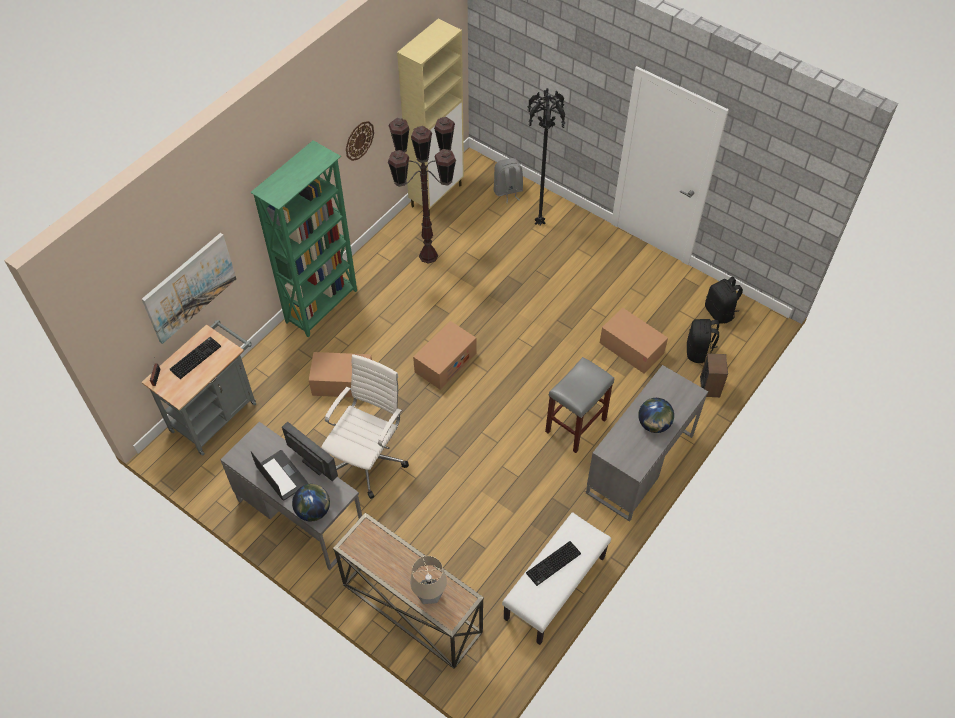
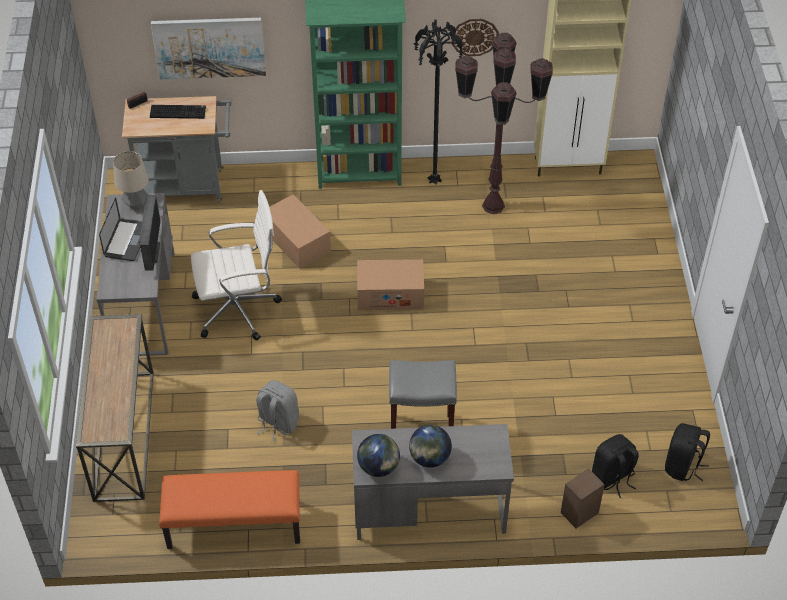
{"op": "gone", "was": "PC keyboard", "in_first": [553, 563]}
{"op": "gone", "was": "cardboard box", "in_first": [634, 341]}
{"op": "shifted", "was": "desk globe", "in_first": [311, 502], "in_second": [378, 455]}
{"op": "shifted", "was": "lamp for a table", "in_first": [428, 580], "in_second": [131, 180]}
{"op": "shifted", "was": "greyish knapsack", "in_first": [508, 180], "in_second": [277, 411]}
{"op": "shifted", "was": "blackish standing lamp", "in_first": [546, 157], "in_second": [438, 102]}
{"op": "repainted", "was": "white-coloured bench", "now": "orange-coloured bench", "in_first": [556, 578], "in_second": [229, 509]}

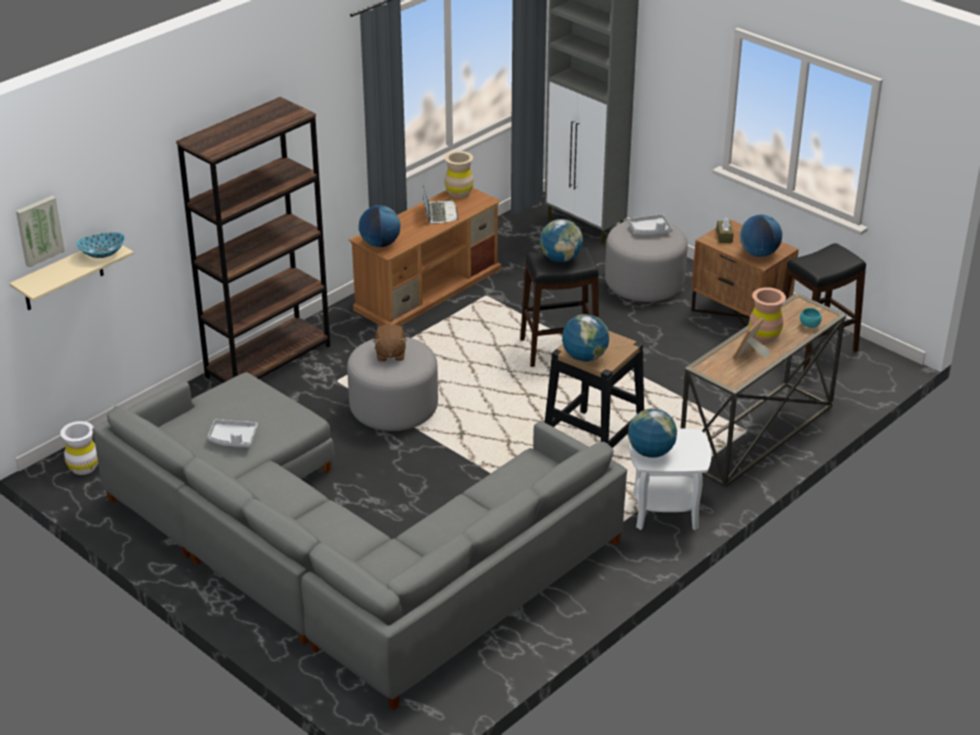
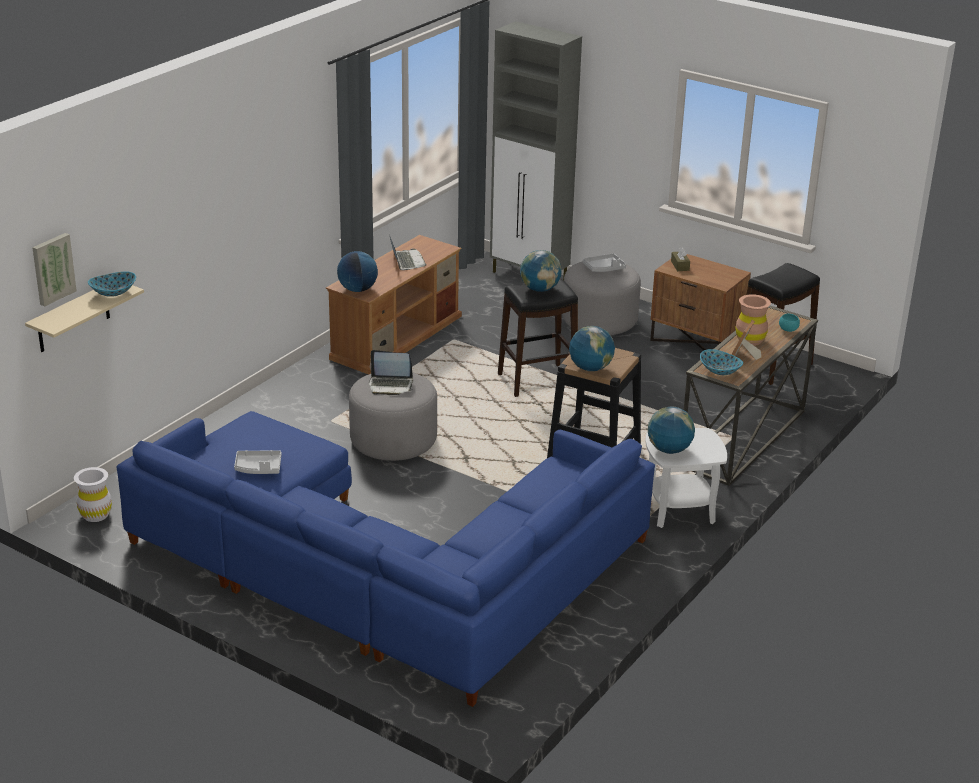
{"op": "gone", "was": "brown-coloured bookcase", "in_first": [253, 240]}
{"op": "gone", "was": "sand-coloured decorative vase", "in_first": [459, 174]}
{"op": "gone", "was": "desk globe", "in_first": [761, 236]}
{"op": "new", "now": "deep dish", "in_second": [721, 362]}
{"op": "swapped", "was": "brown-coloured soft toy", "now": "notebook computer", "in_first": [390, 342], "in_second": [391, 372]}
{"op": "repainted", "was": "greyish couch", "now": "blue couch", "in_first": [359, 541], "in_second": [386, 559]}

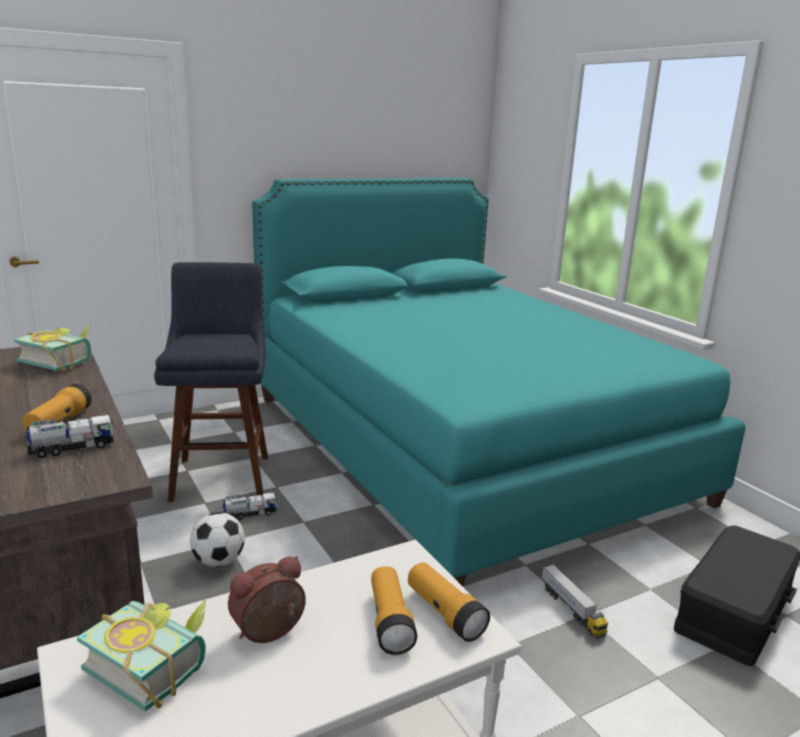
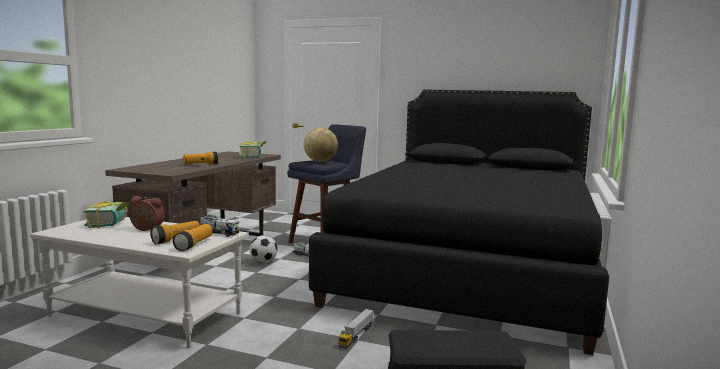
{"op": "new", "now": "desk globe", "in_second": [321, 145]}
{"op": "shifted", "was": "toy truck", "in_first": [70, 436], "in_second": [219, 226]}
{"op": "repainted", "was": "blue-green bed", "now": "blackish bed", "in_first": [499, 382], "in_second": [459, 222]}

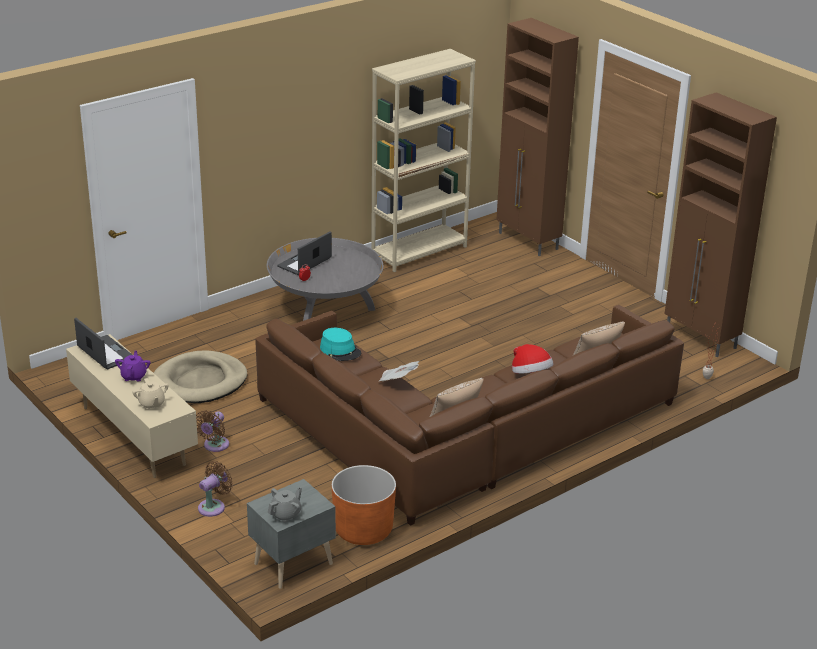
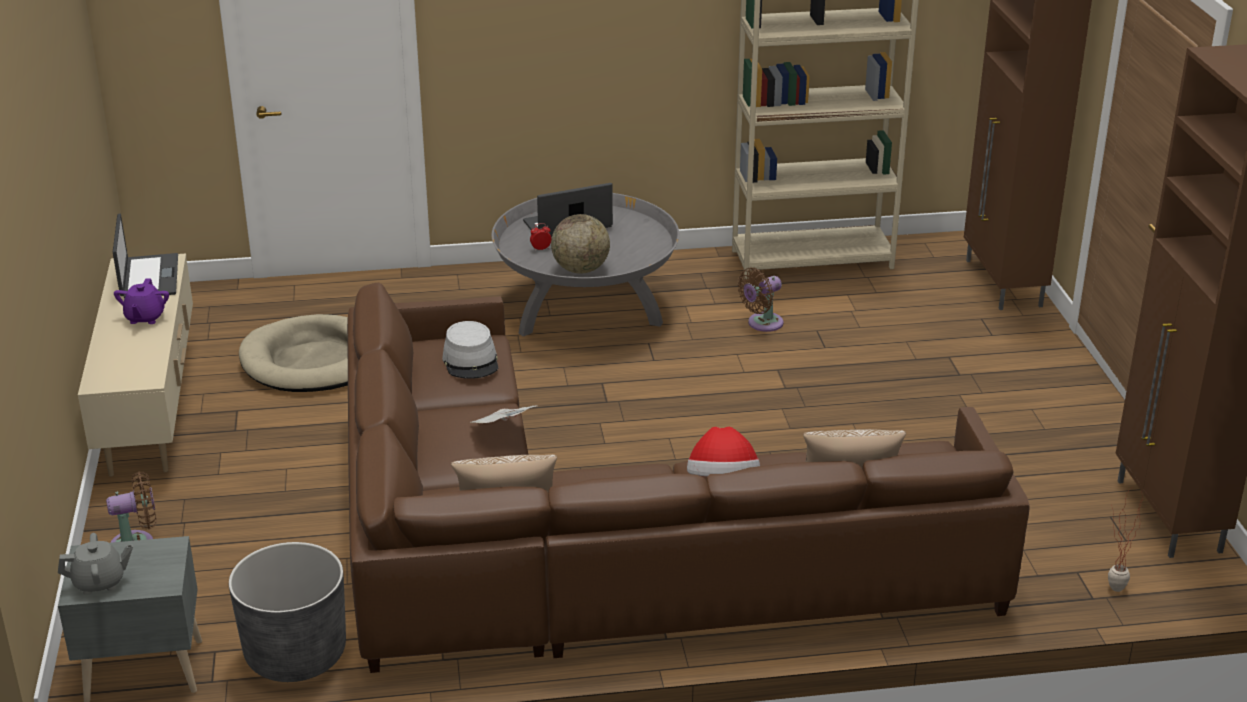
{"op": "gone", "was": "sand-coloured teapot", "in_first": [150, 394]}
{"op": "new", "now": "desk globe", "in_second": [580, 244]}
{"op": "shifted", "was": "brown-coloured fan", "in_first": [212, 431], "in_second": [760, 300]}
{"op": "repainted", "was": "blue-green hat", "now": "greyish hat", "in_first": [340, 344], "in_second": [470, 350]}
{"op": "repainted", "was": "orange-coloured plant pot", "now": "greyish plant pot", "in_first": [363, 505], "in_second": [287, 612]}
{"op": "rotated", "was": "purple teapot", "in_first": [133, 366], "in_second": [141, 301], "clockwise": 150}

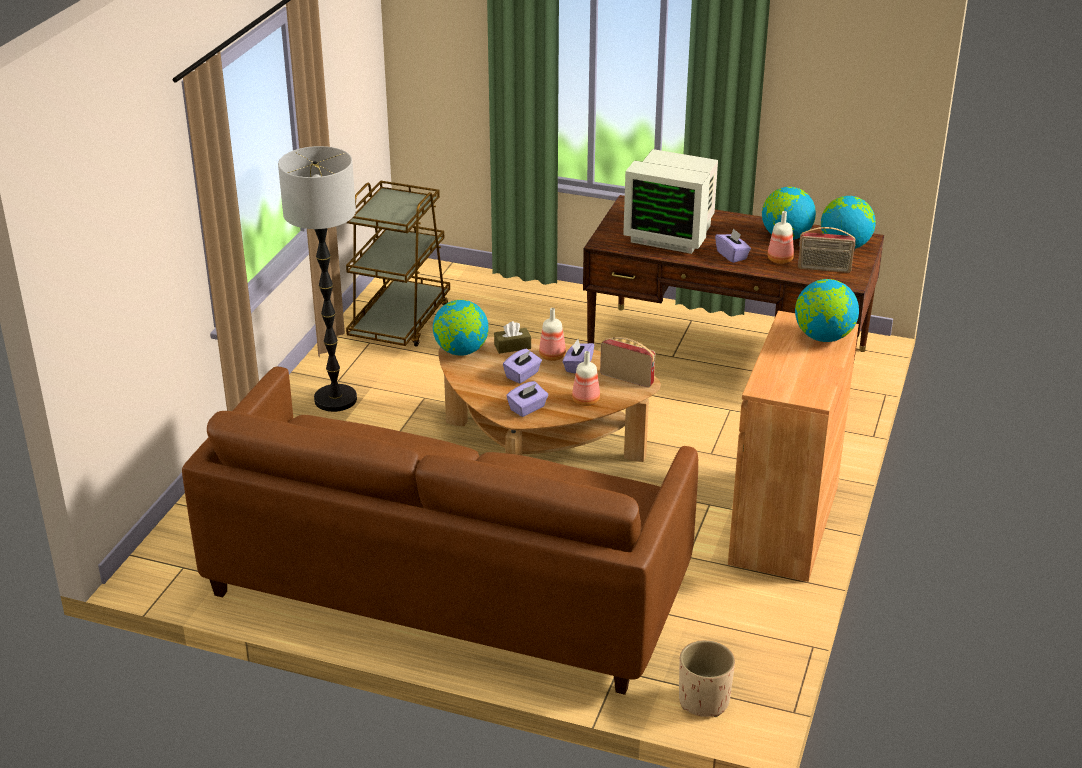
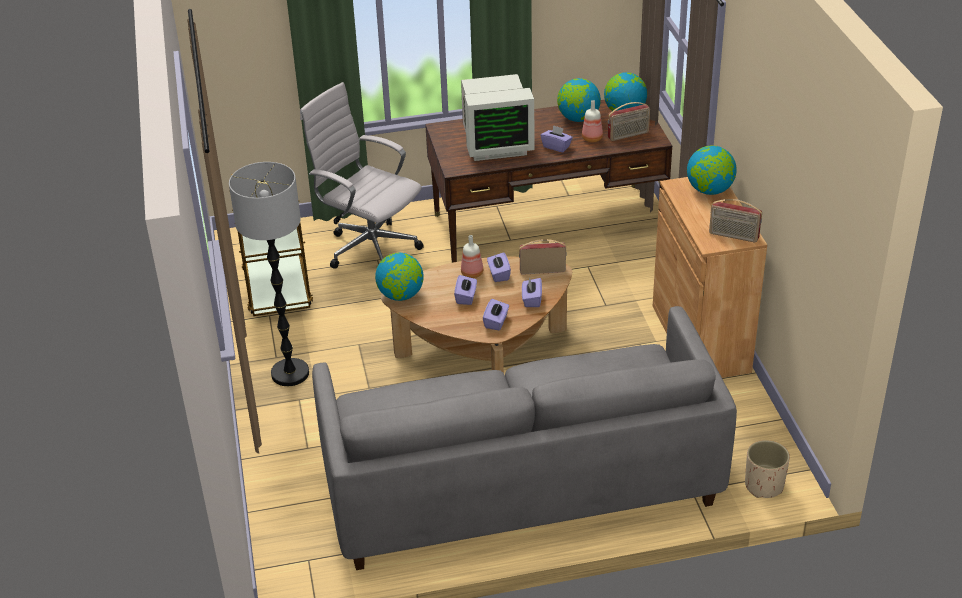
{"op": "gone", "was": "brown-coloured tissue holder", "in_first": [512, 337]}
{"op": "new", "now": "white-coloured computer chair", "in_second": [362, 175]}
{"op": "new", "now": "radio", "in_second": [735, 221]}
{"op": "swapped", "was": "beverage bottle", "now": "purple tissue holder", "in_first": [586, 378], "in_second": [532, 292]}
{"op": "repainted", "was": "brown-coloured couch", "now": "greyish couch", "in_first": [440, 530], "in_second": [524, 438]}

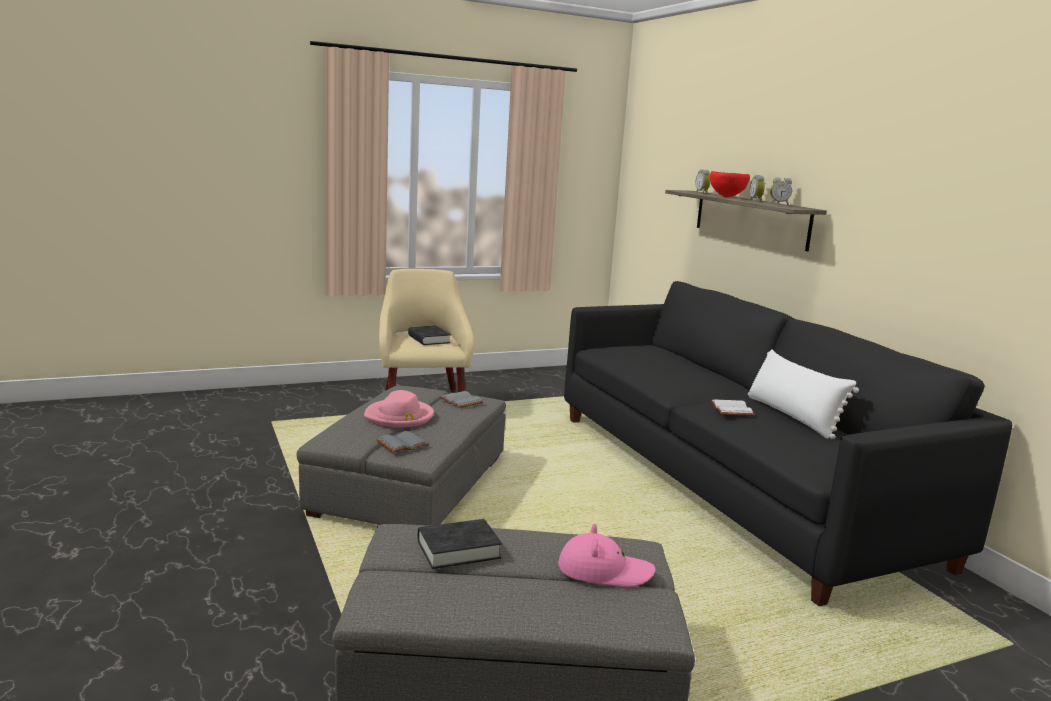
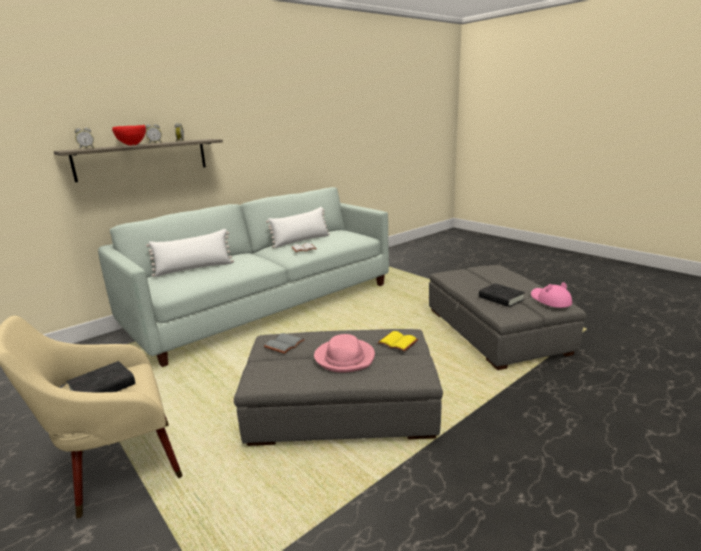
{"op": "new", "now": "white-coloured cushion", "in_second": [190, 253]}
{"op": "shifted", "was": "pinkish hat", "in_first": [607, 555], "in_second": [551, 295]}
{"op": "repainted", "was": "greyish bound book", "now": "yellowish bound book", "in_first": [402, 442], "in_second": [397, 341]}
{"op": "repainted", "was": "blackish couch", "now": "white-coloured couch", "in_first": [788, 443], "in_second": [243, 277]}

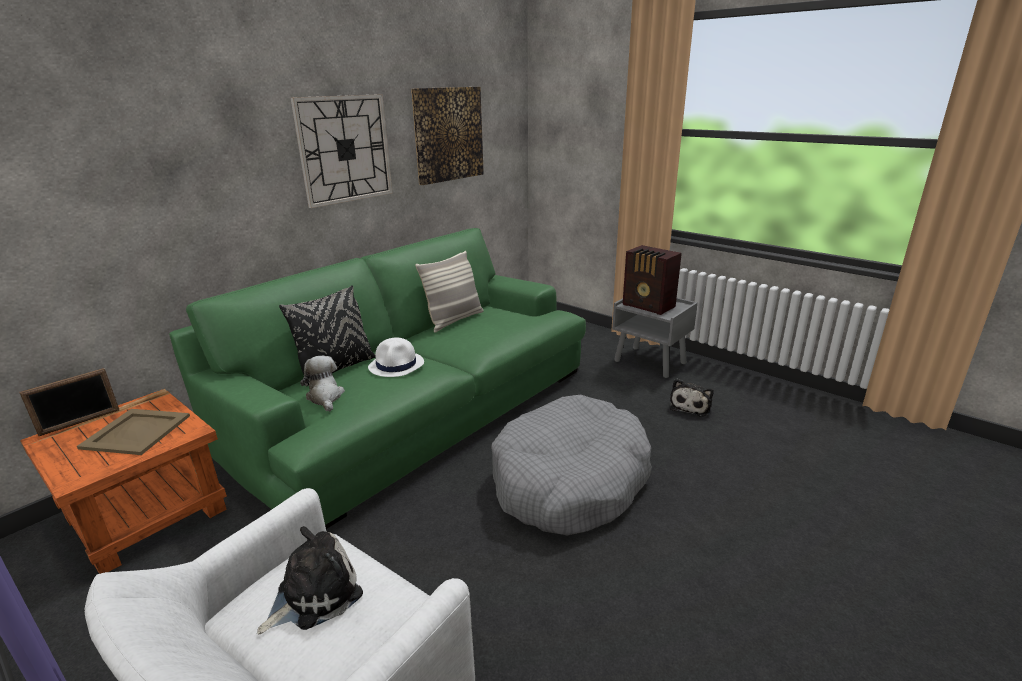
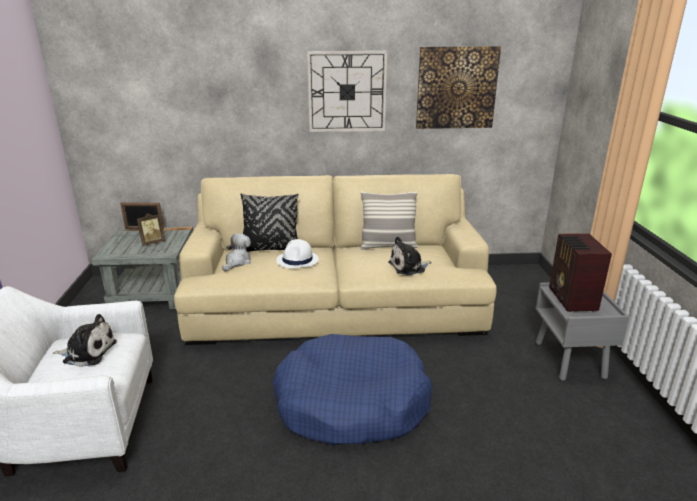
{"op": "shifted", "was": "soft toy", "in_first": [692, 398], "in_second": [409, 255]}
{"op": "swapped", "was": "sand-coloured carrying tray", "now": "photo frame", "in_first": [133, 432], "in_second": [151, 230]}
{"op": "repainted", "was": "orange-coloured end table", "now": "greyish end table", "in_first": [123, 481], "in_second": [142, 267]}
{"op": "repainted", "was": "greenish couch", "now": "sand-coloured couch", "in_first": [377, 378], "in_second": [335, 259]}
{"op": "repainted", "was": "greyish dog bed", "now": "blue dog bed", "in_first": [571, 465], "in_second": [352, 389]}

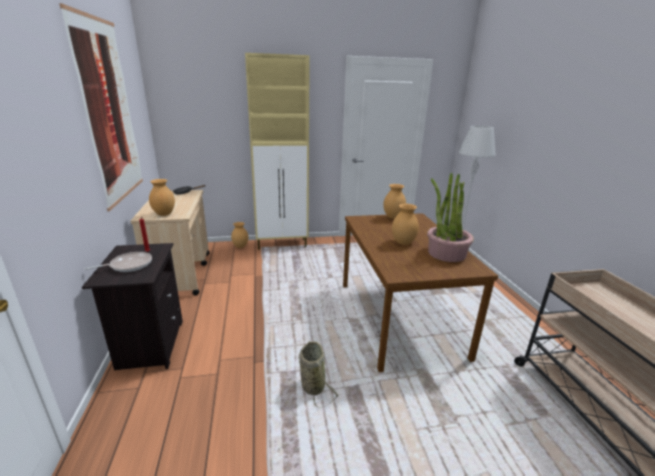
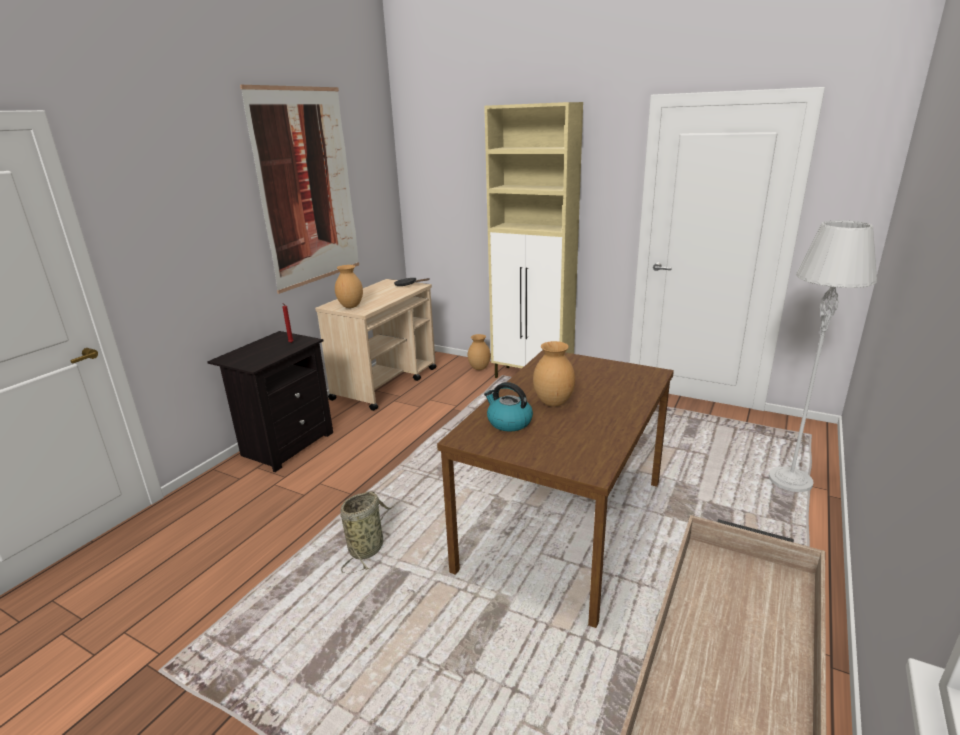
{"op": "gone", "was": "frying pan", "in_first": [118, 262]}
{"op": "gone", "was": "brown-coloured decorative vase", "in_first": [394, 201]}
{"op": "gone", "was": "houseplant", "in_first": [450, 217]}
{"op": "new", "now": "water kettle", "in_second": [508, 406]}

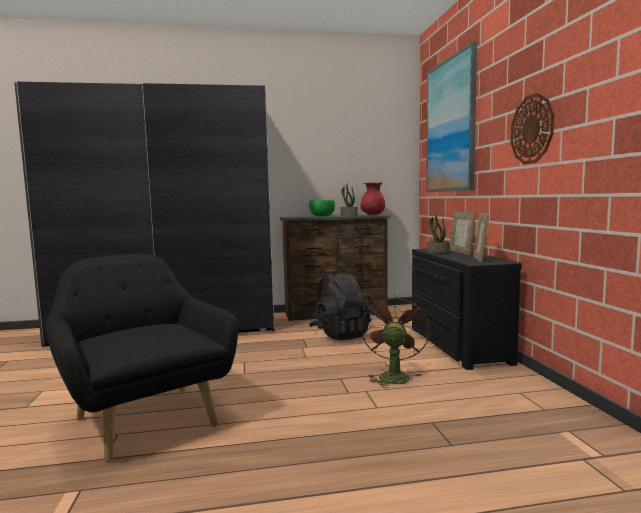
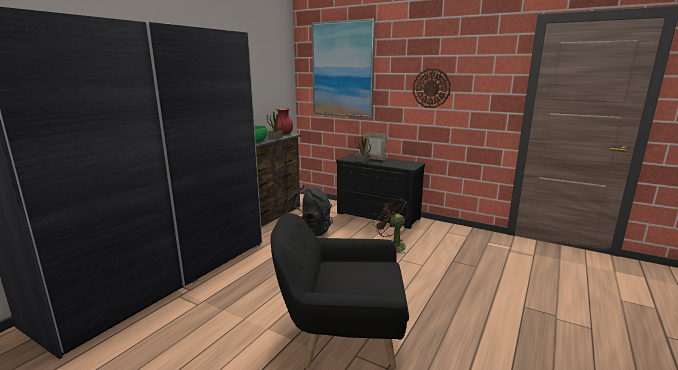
{"op": "gone", "was": "photo frame", "in_first": [481, 237]}

